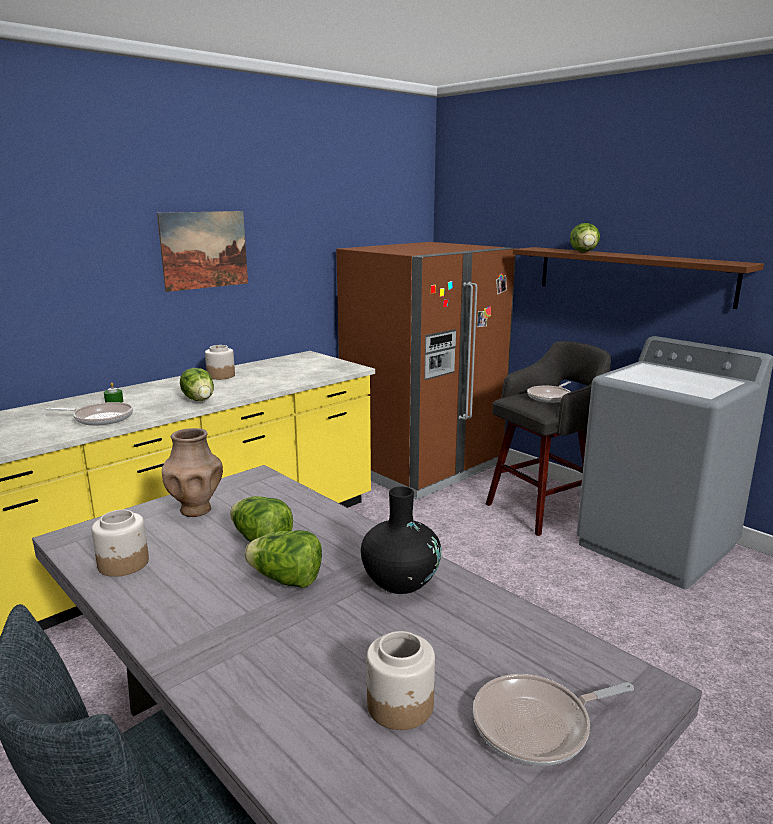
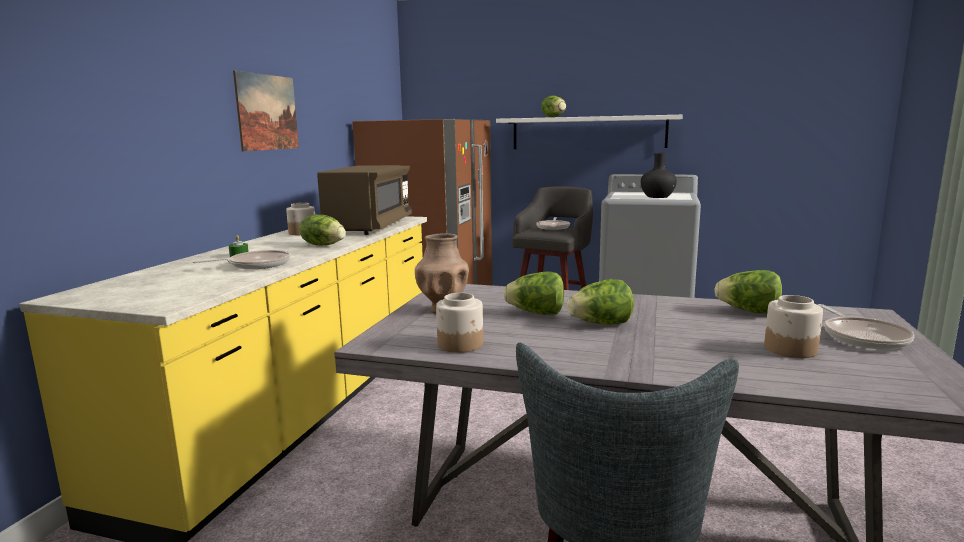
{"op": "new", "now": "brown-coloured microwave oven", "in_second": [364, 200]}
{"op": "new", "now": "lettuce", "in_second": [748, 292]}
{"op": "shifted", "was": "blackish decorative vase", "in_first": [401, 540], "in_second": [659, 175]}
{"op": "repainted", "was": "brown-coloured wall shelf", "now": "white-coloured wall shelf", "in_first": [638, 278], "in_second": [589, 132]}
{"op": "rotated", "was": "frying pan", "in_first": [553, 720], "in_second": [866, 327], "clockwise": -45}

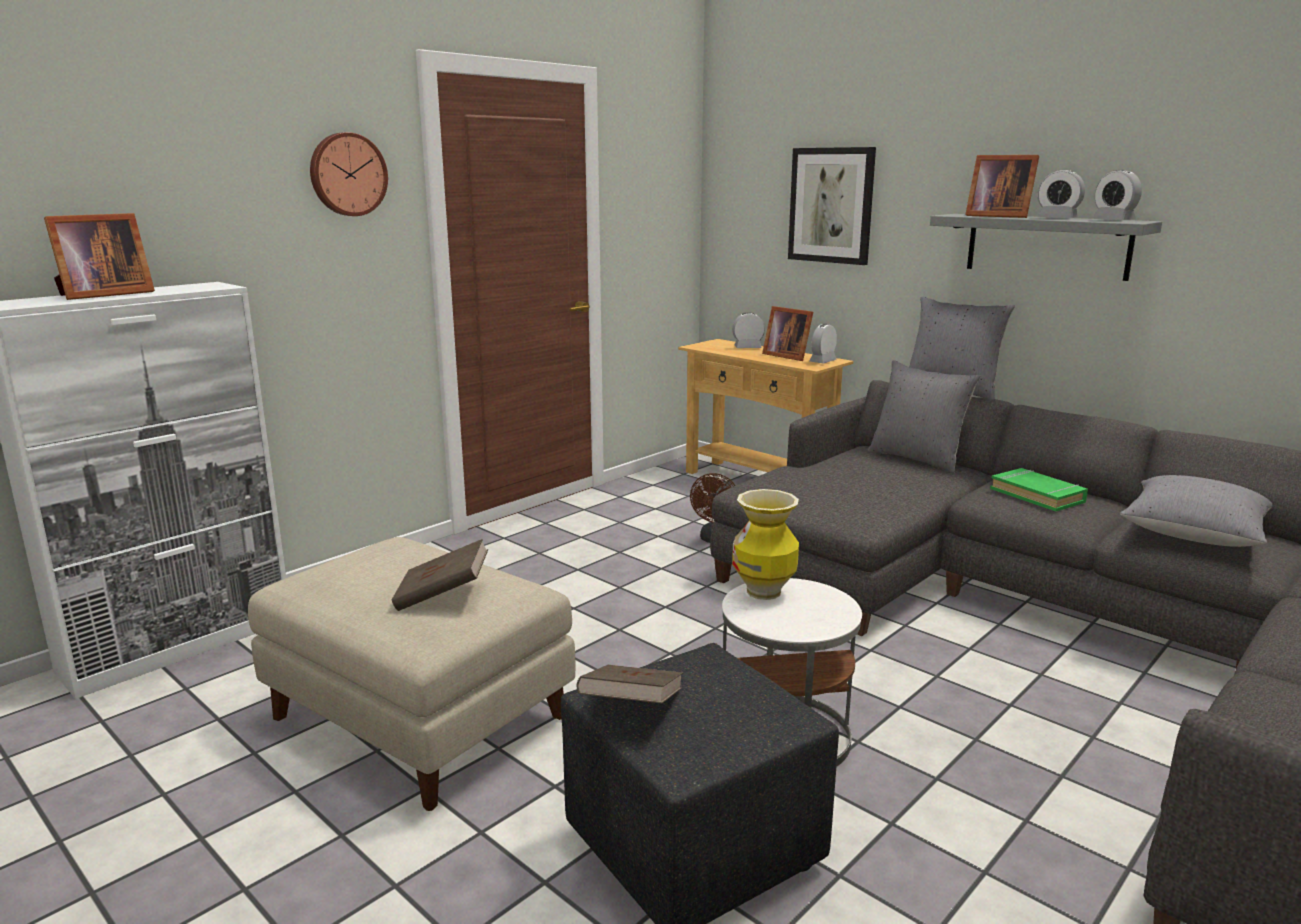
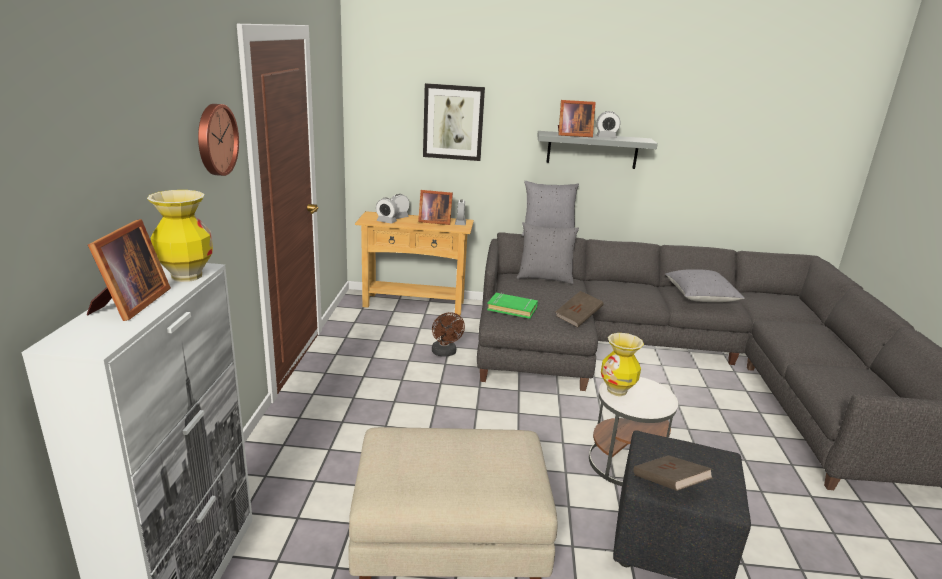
{"op": "new", "now": "decorative vase", "in_second": [180, 236]}
{"op": "shifted", "was": "brown-coloured bound book", "in_first": [440, 575], "in_second": [580, 309]}
{"op": "shifted", "was": "greenish bound book", "in_first": [1039, 489], "in_second": [512, 306]}
{"op": "shifted", "was": "bedside clock", "in_first": [1117, 195], "in_second": [387, 211]}

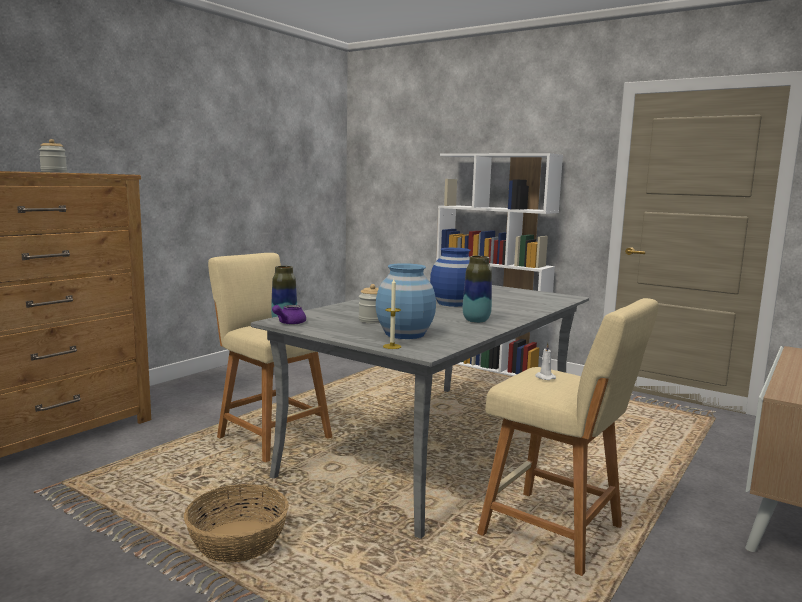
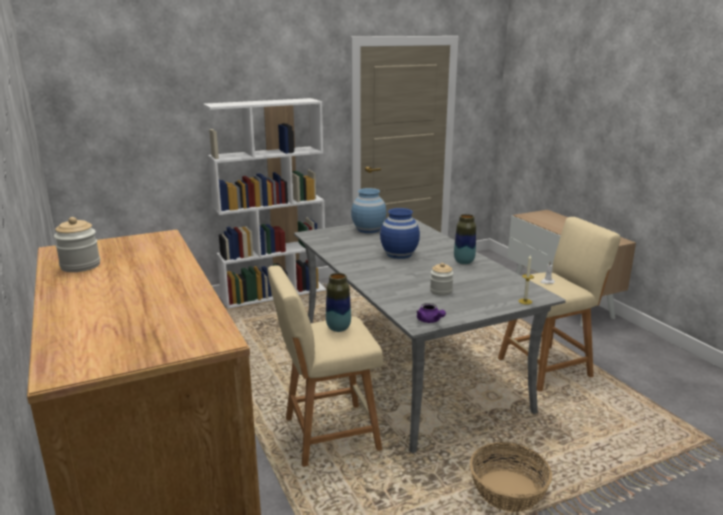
{"op": "shifted", "was": "blue decorative vase", "in_first": [406, 301], "in_second": [368, 210]}

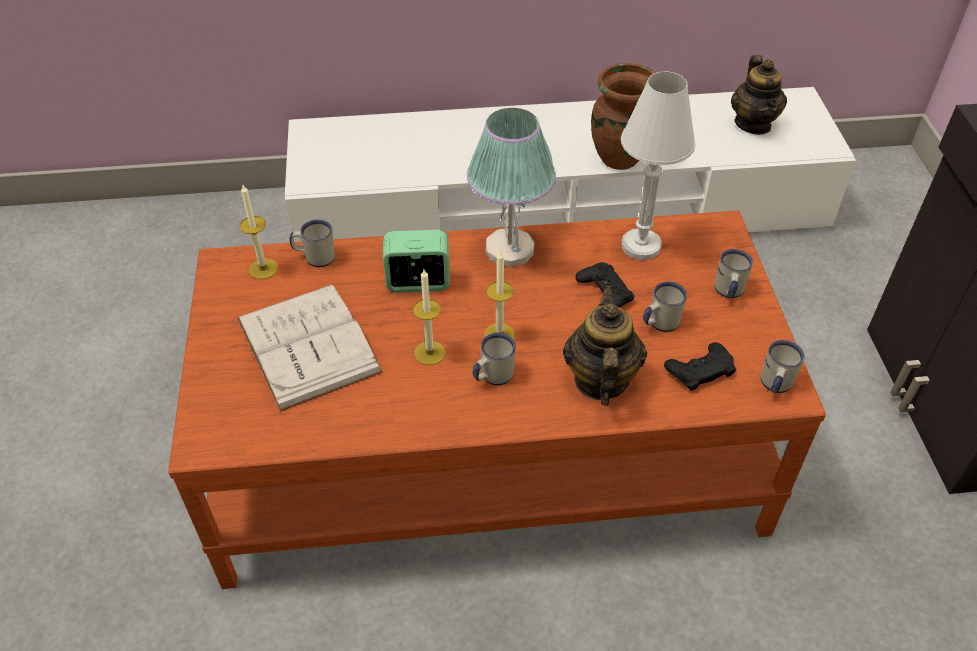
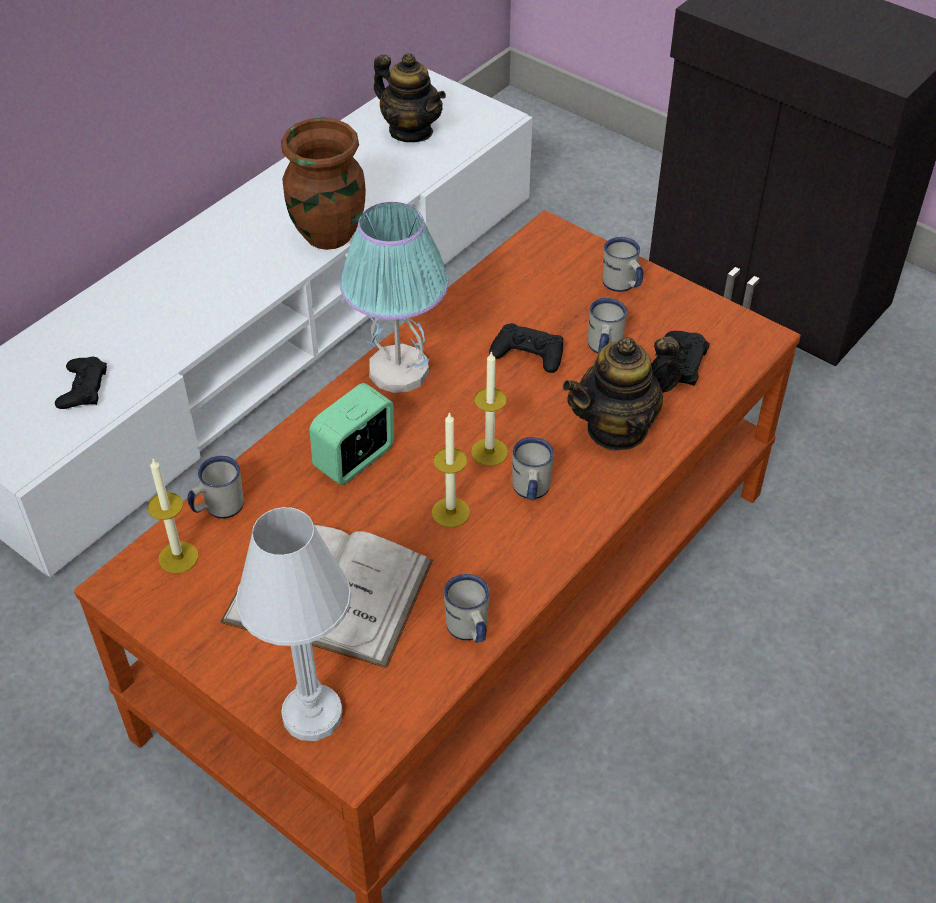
{"op": "new", "now": "blackish gamepad", "in_second": [81, 383]}
{"op": "shifted", "was": "white-coloured lamp for a table", "in_first": [658, 166], "in_second": [293, 624]}
{"op": "shifted", "was": "white-coloured coffee mug", "in_first": [783, 366], "in_second": [466, 608]}
{"op": "rotated", "was": "teapot", "in_first": [605, 346], "in_second": [622, 394], "clockwise": -75}

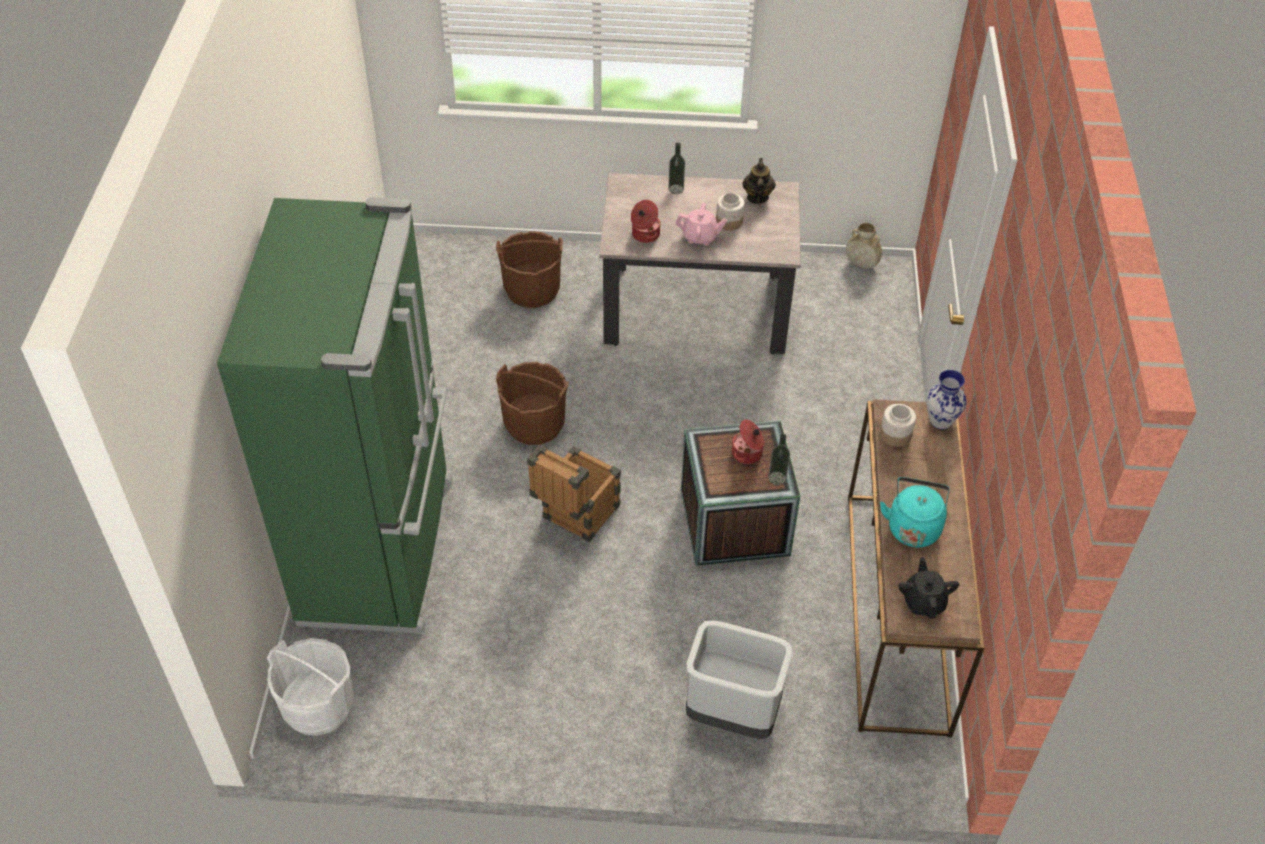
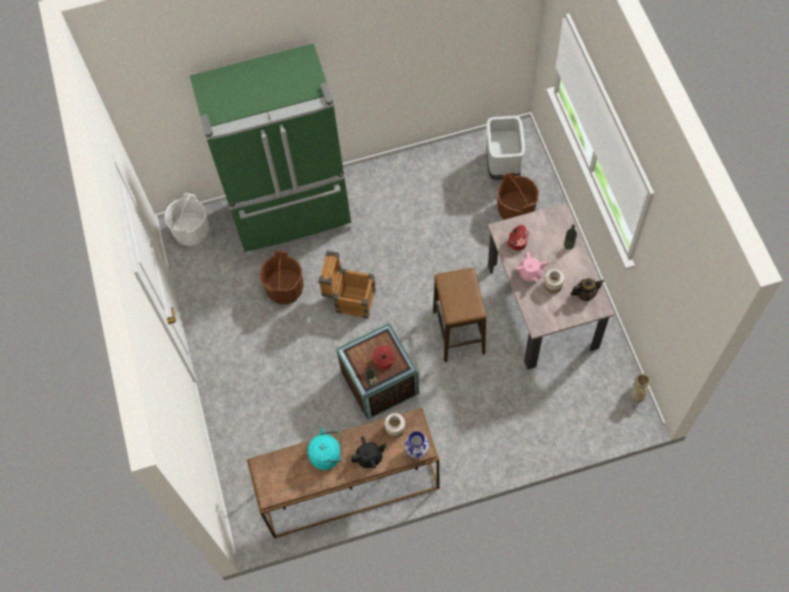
{"op": "new", "now": "stool", "in_second": [459, 314]}
{"op": "shifted", "was": "brown-coloured pail", "in_first": [532, 403], "in_second": [281, 277]}
{"op": "shifted", "was": "greyish trash can", "in_first": [739, 679], "in_second": [505, 148]}
{"op": "shifted", "was": "blackish teapot", "in_first": [928, 587], "in_second": [368, 452]}

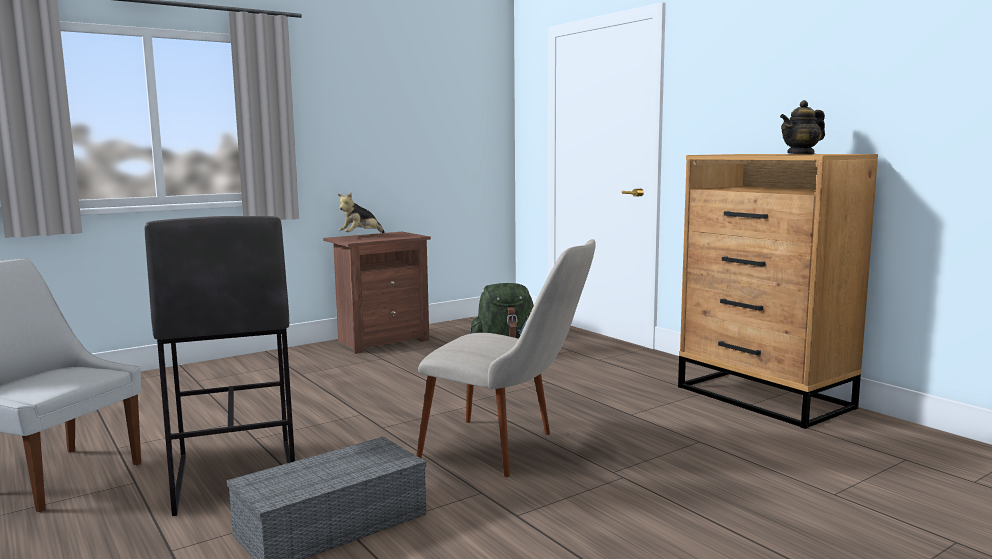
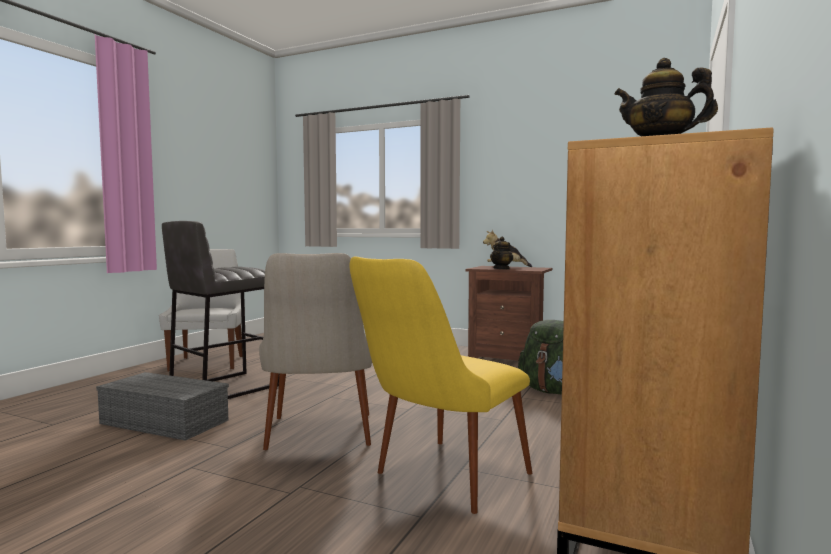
{"op": "new", "now": "yellowish upright chair", "in_second": [440, 385]}
{"op": "new", "now": "teapot", "in_second": [501, 253]}

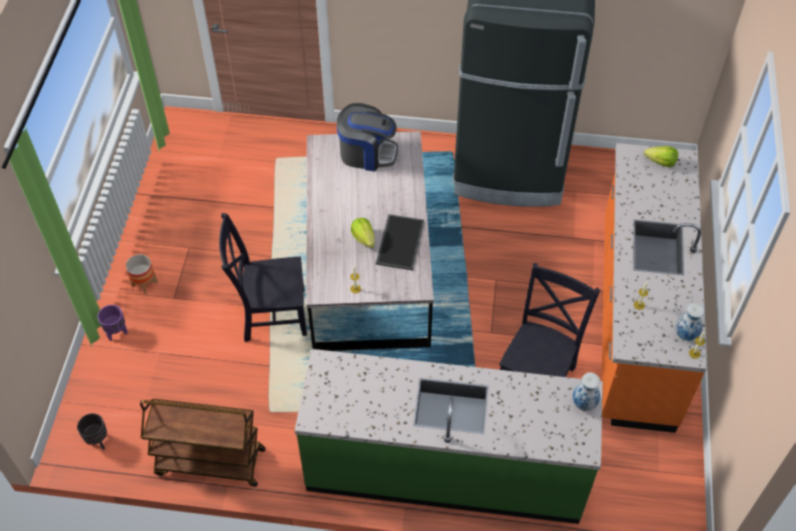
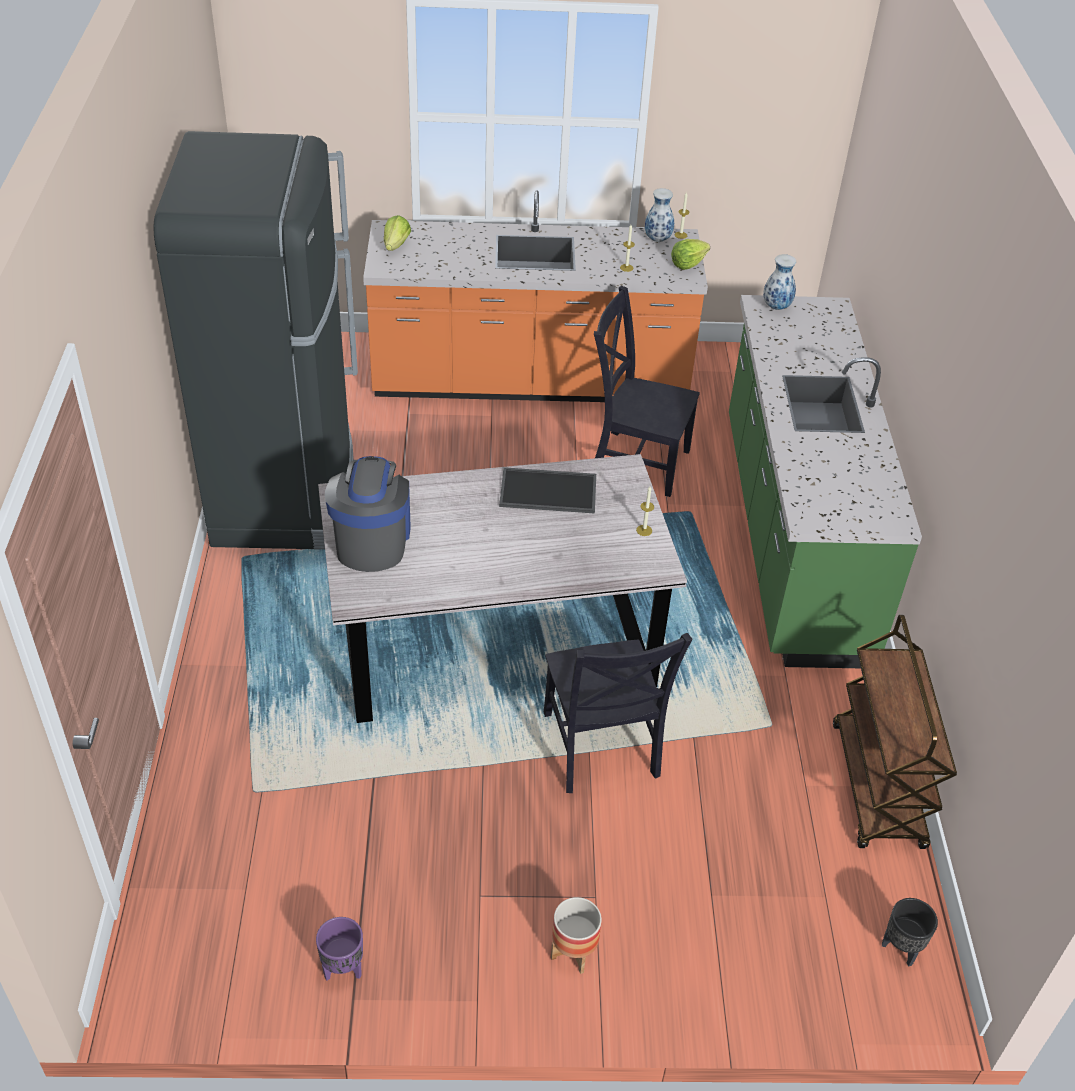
{"op": "shifted", "was": "purple plant pot", "in_first": [113, 323], "in_second": [339, 949]}
{"op": "shifted", "was": "lettuce", "in_first": [362, 233], "in_second": [690, 254]}

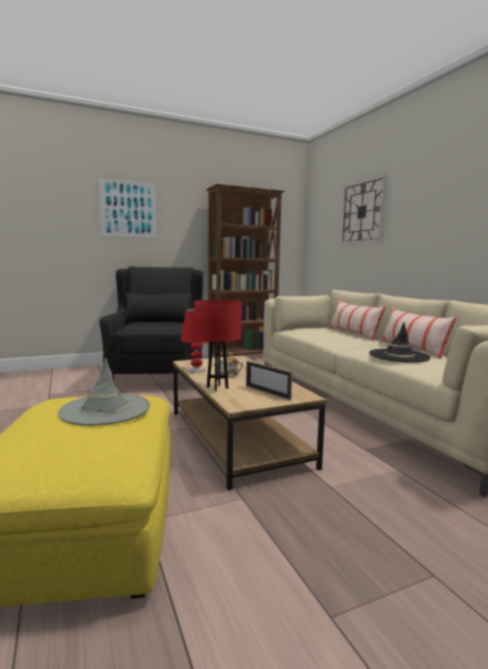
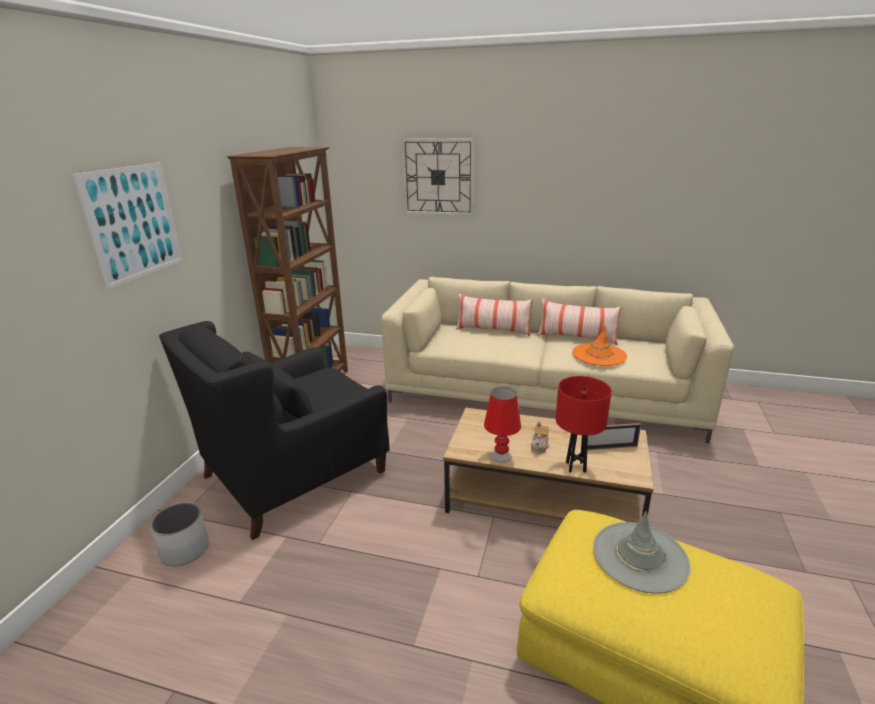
{"op": "new", "now": "white-coloured plant pot", "in_second": [179, 534]}
{"op": "repainted", "was": "blackish hat", "now": "orange-coloured hat", "in_first": [400, 342], "in_second": [599, 345]}
{"op": "rotated", "was": "blackish armchair", "in_first": [151, 327], "in_second": [274, 430], "clockwise": -75}

